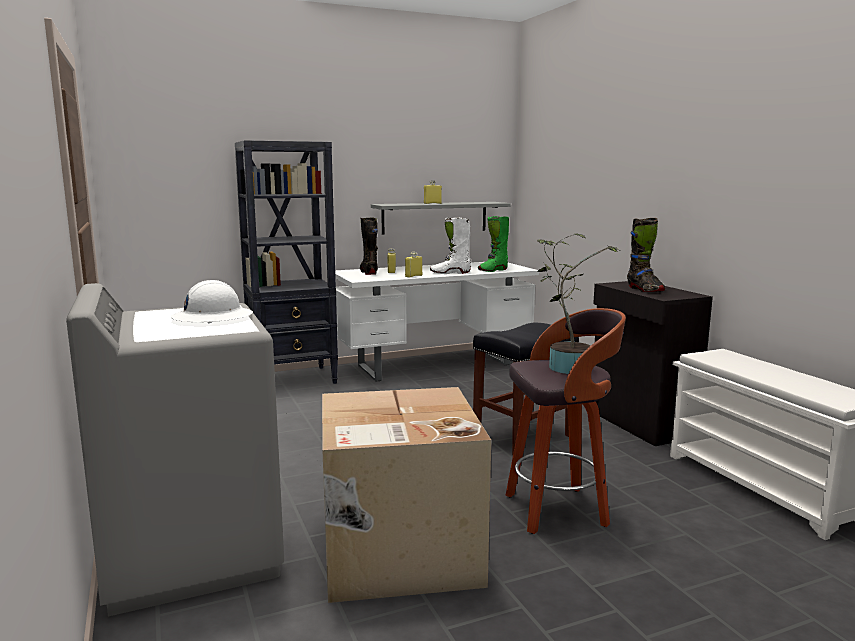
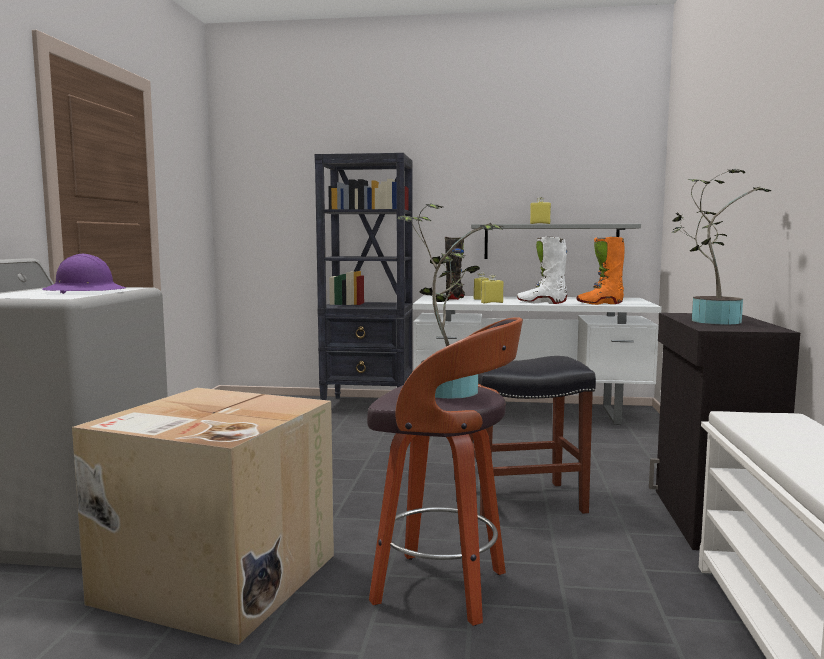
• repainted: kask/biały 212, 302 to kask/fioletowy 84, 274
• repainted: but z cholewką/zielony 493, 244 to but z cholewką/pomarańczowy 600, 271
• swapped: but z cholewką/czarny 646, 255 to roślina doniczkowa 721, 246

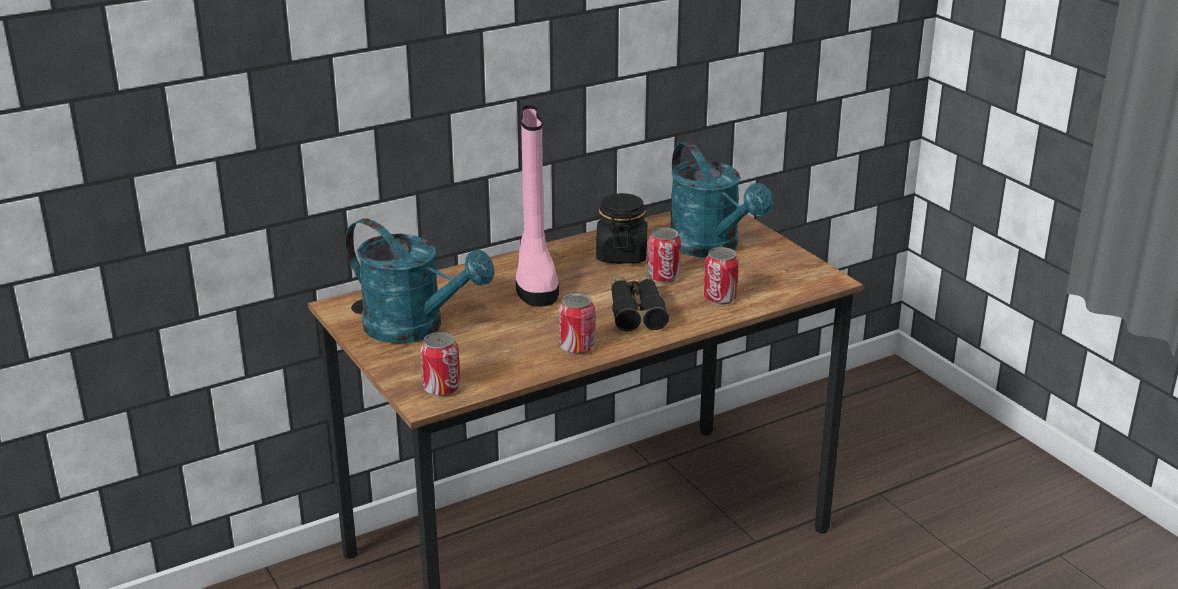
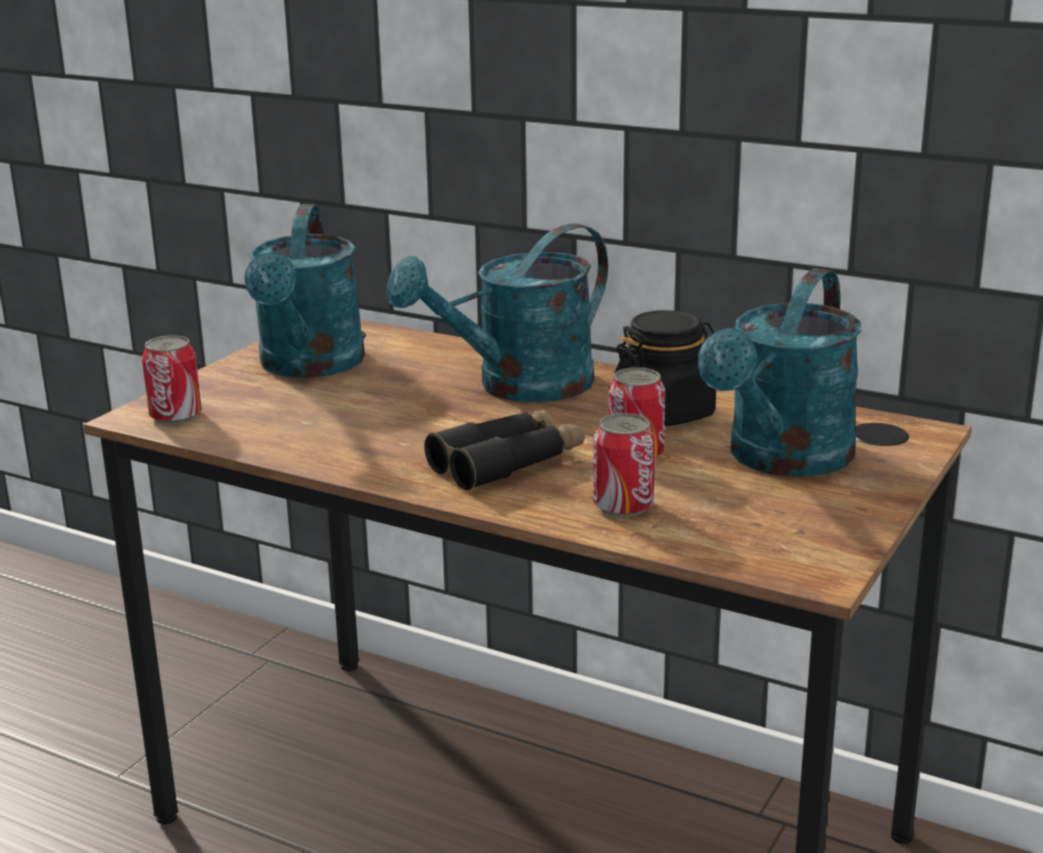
• swapped: but z cholewką/różowy 537, 206 to konewka/turkusowy 497, 312
• gone: puszka 577, 324

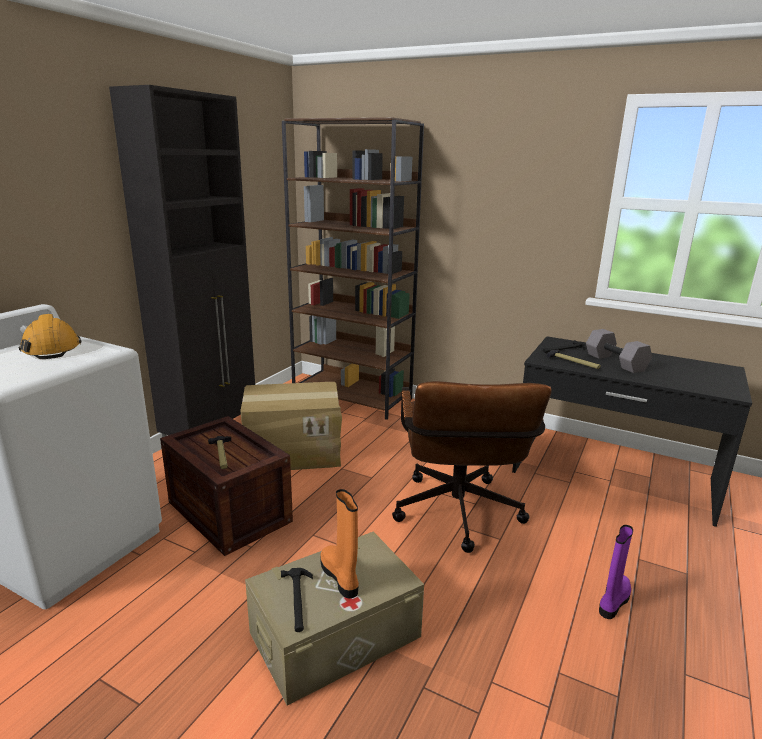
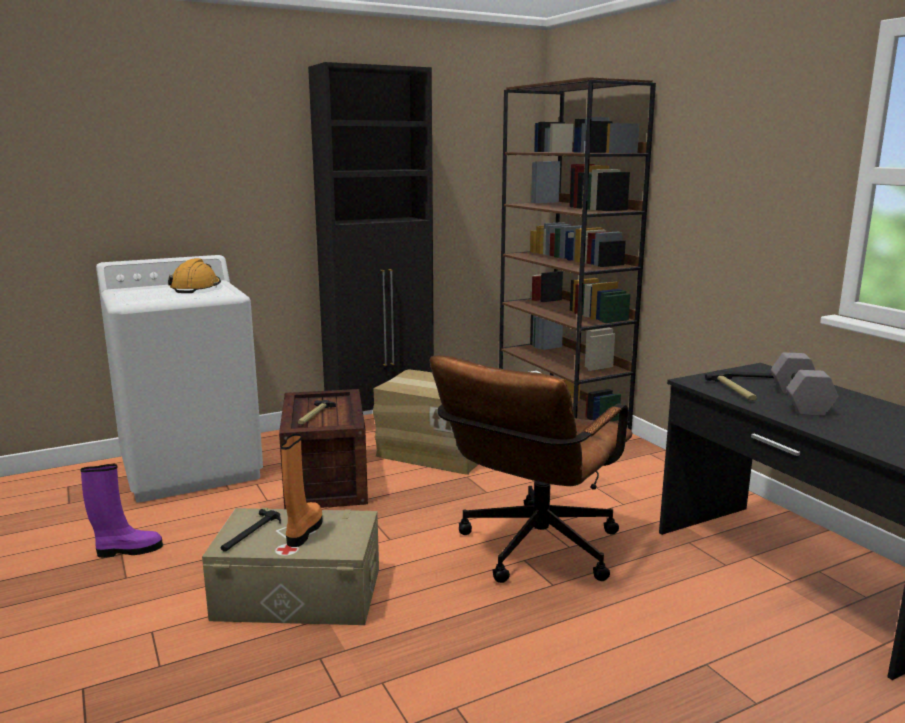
• shifted: but z cholewką/fioletowy 616, 572 to 122, 511

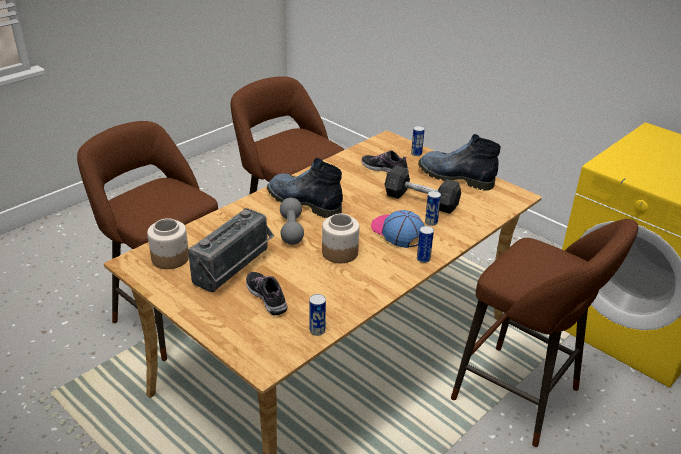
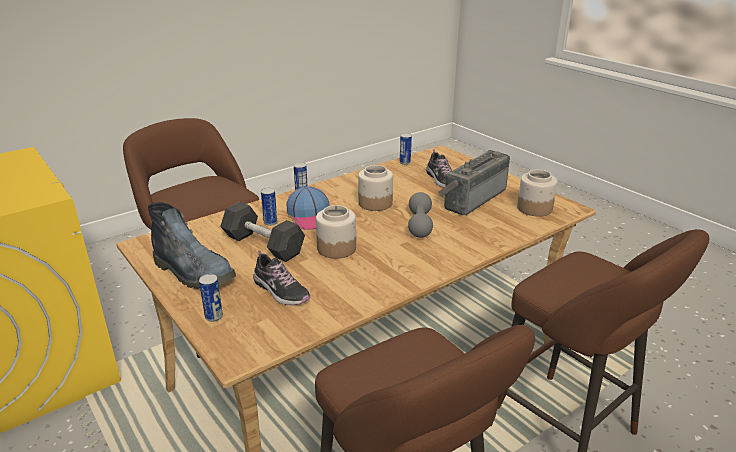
• gone: but z cholewką 305, 188
• new: słoik 336, 232

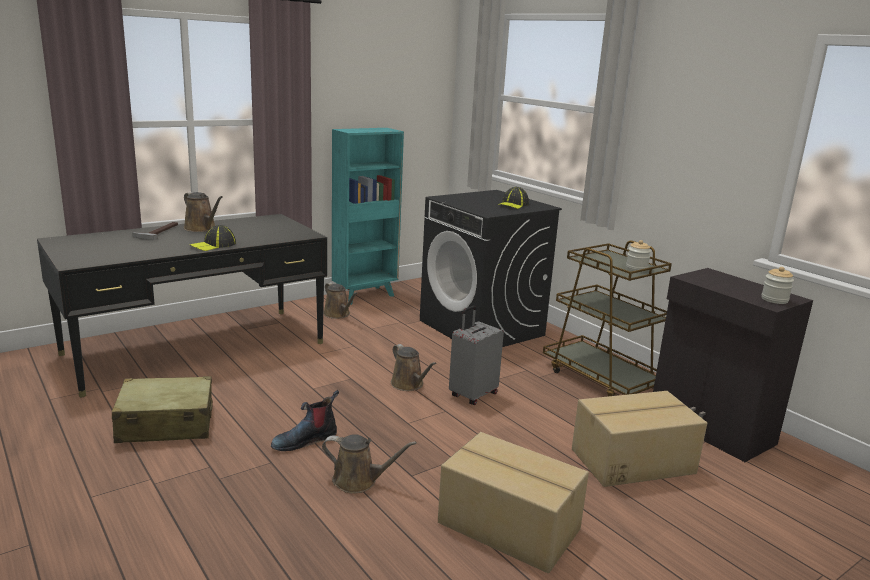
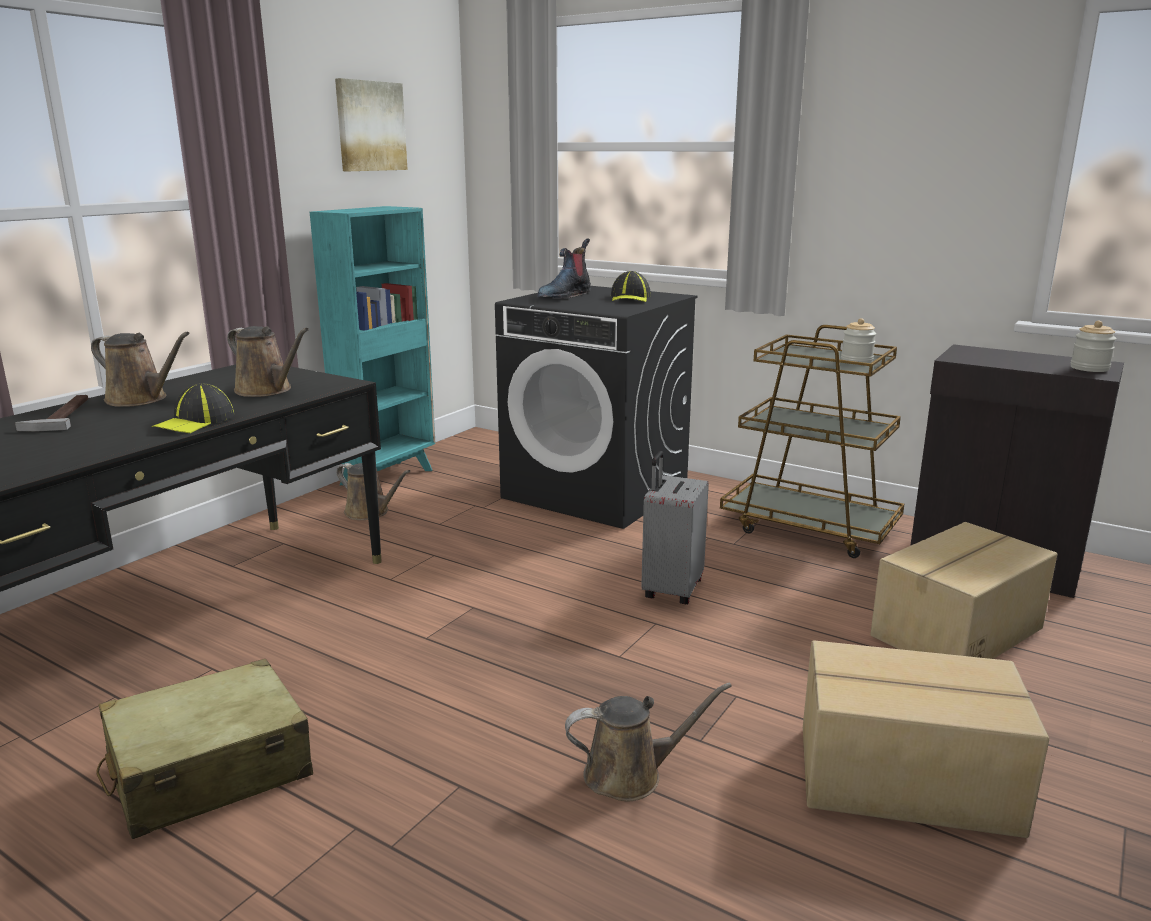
• shifted: but z cholewką 305, 420 to 564, 269
• shifted: konewka/brązowy 414, 367 to 268, 361
• new: obraz 371, 124

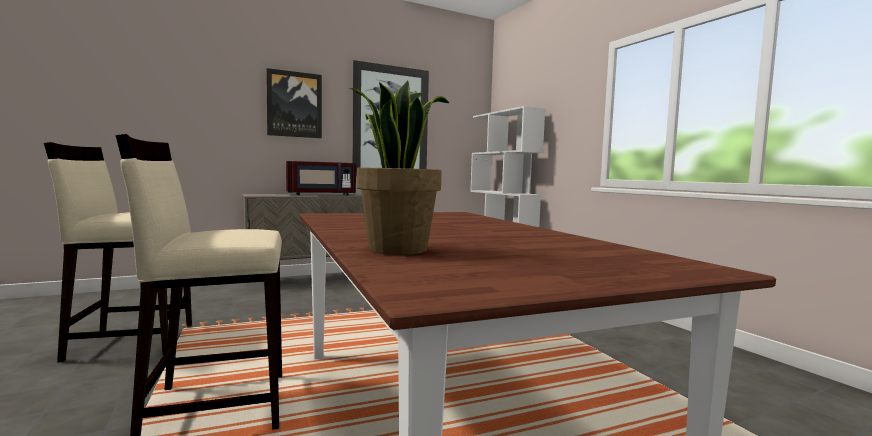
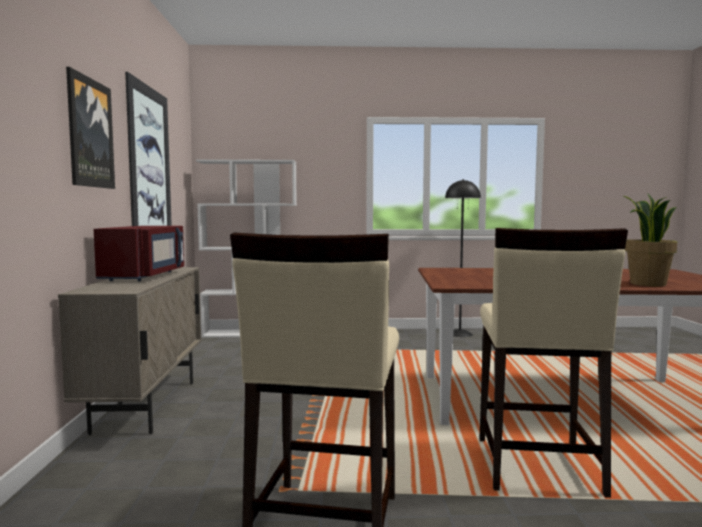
• new: lampa stojąca/czarny 463, 258

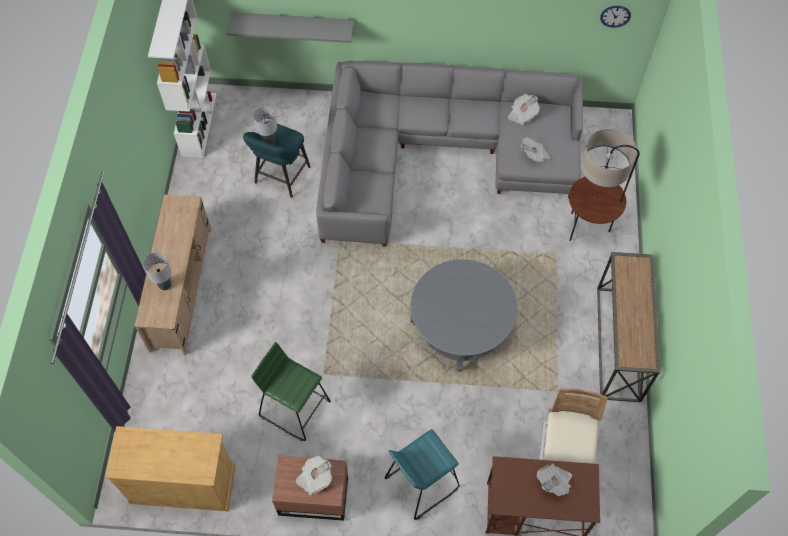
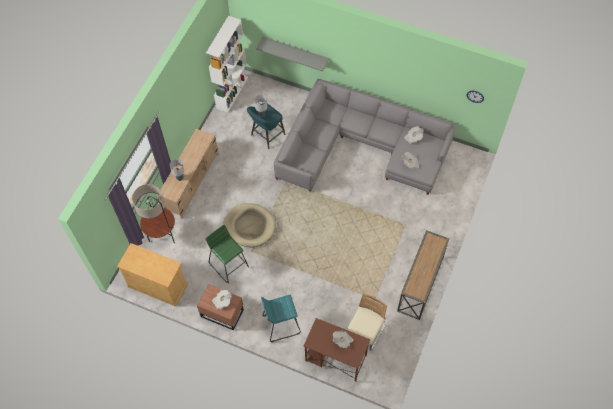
• gone: ława/szary 464, 315
• shifted: lampa stojąca 604, 185 to 153, 214
• new: legowisko/beżowy 250, 225

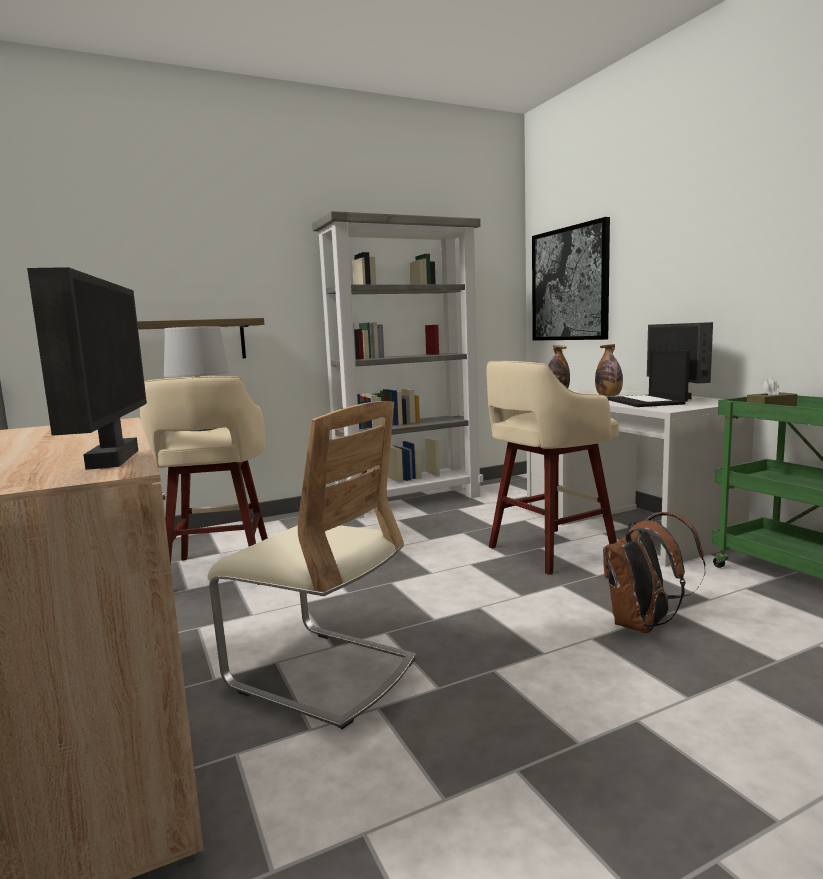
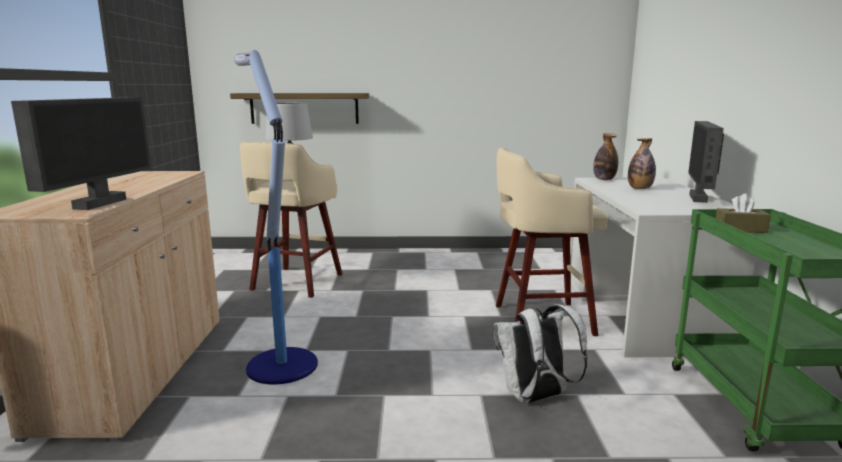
• swapped: krzesło/beżowy 311, 565 to lampa stojąca 276, 217
• gone: regał/szary 397, 365
• gone: obraz 571, 279
• repainted: plecak/brązowy 654, 572 to plecak/biały 541, 354
• gone: laptop 648, 378

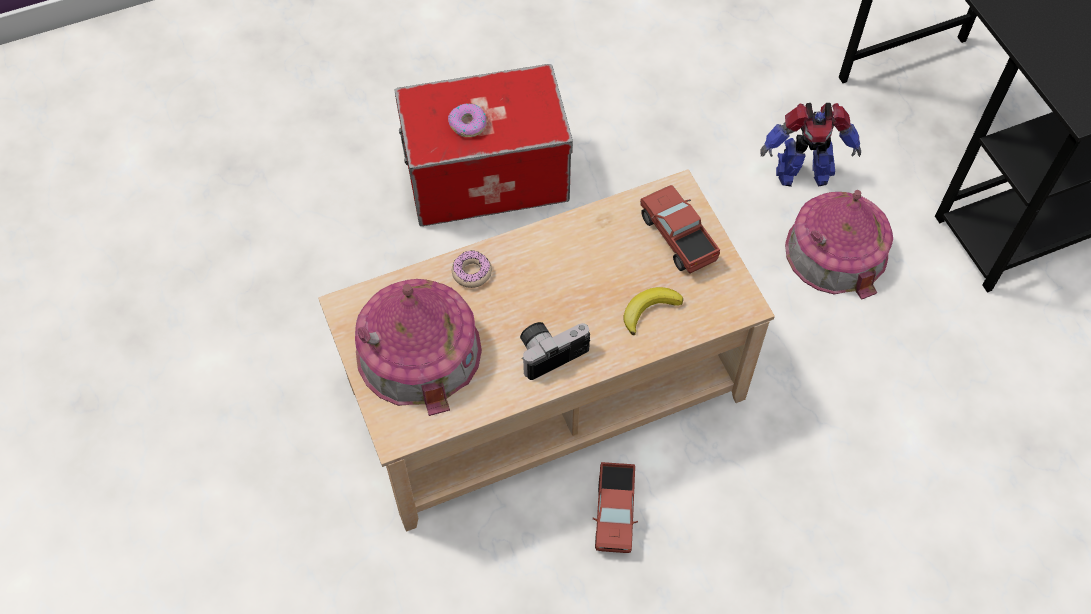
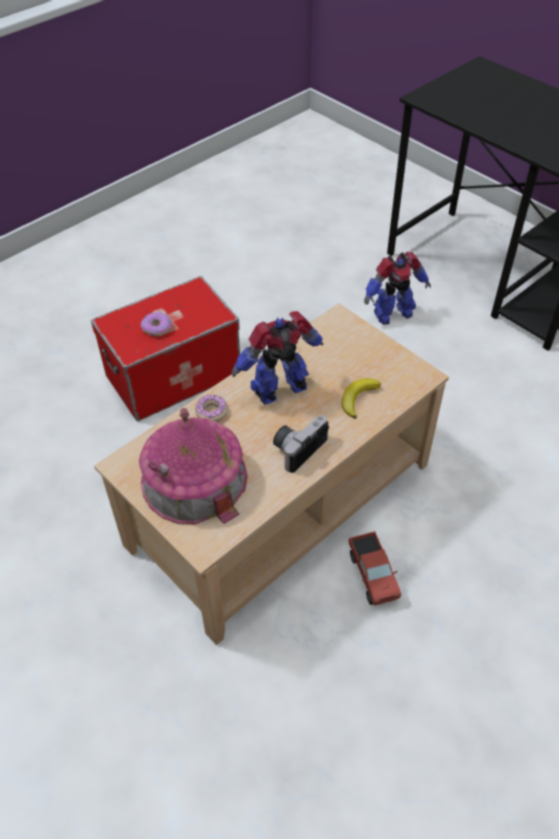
• gone: ciężarówka zabawkowa 680, 229
• gone: domek 839, 245
• new: robot zabawkowy 277, 358

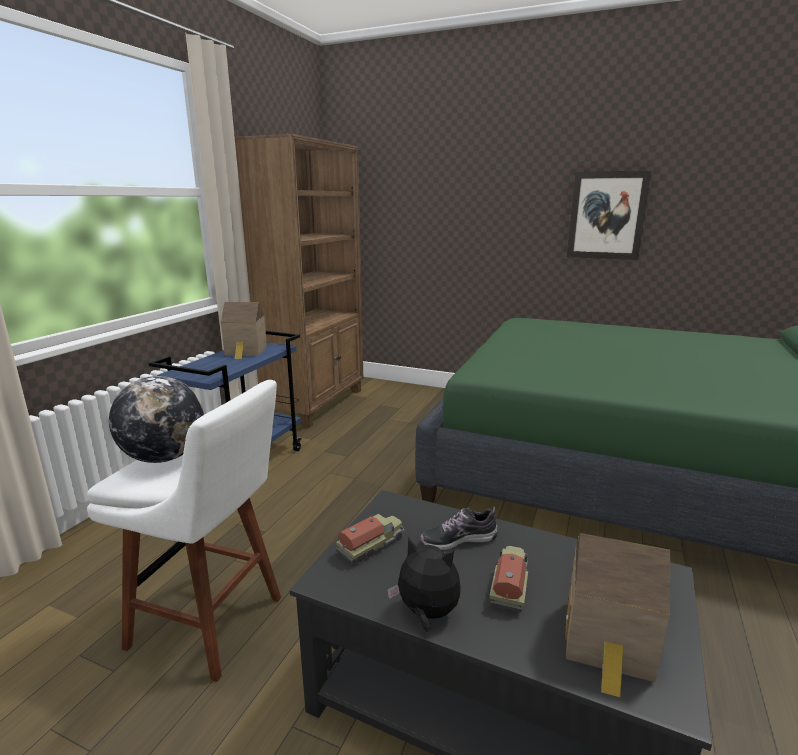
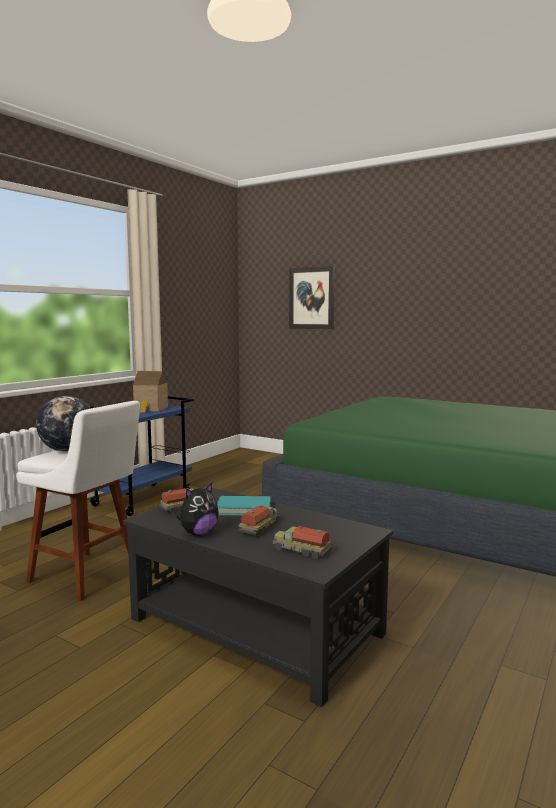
• gone: regał/brązowy 299, 281
• rotated: pluszak 424, 584 = 197, 509 105 degrees clockwise
• swapped: but 459, 528 to książka/turkusowy 244, 506
• swapped: domek 618, 615 to ciężarówka zabawkowa 302, 542
• shifted: obraz 609, 215 to 312, 297

